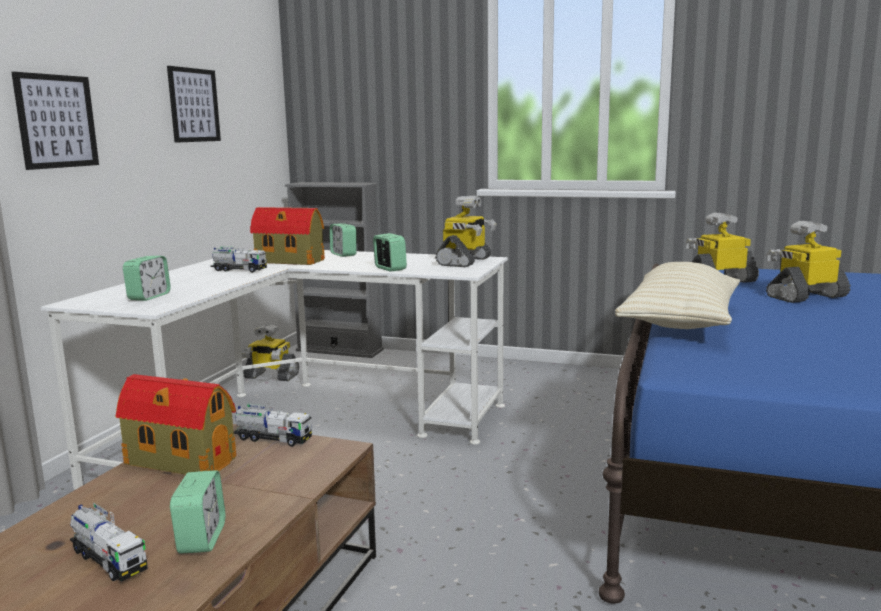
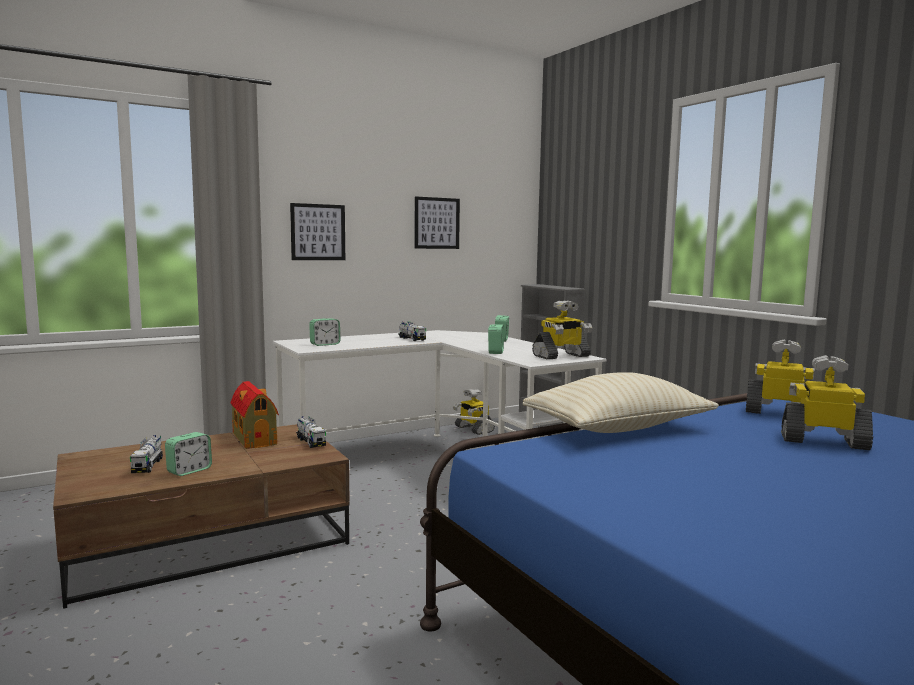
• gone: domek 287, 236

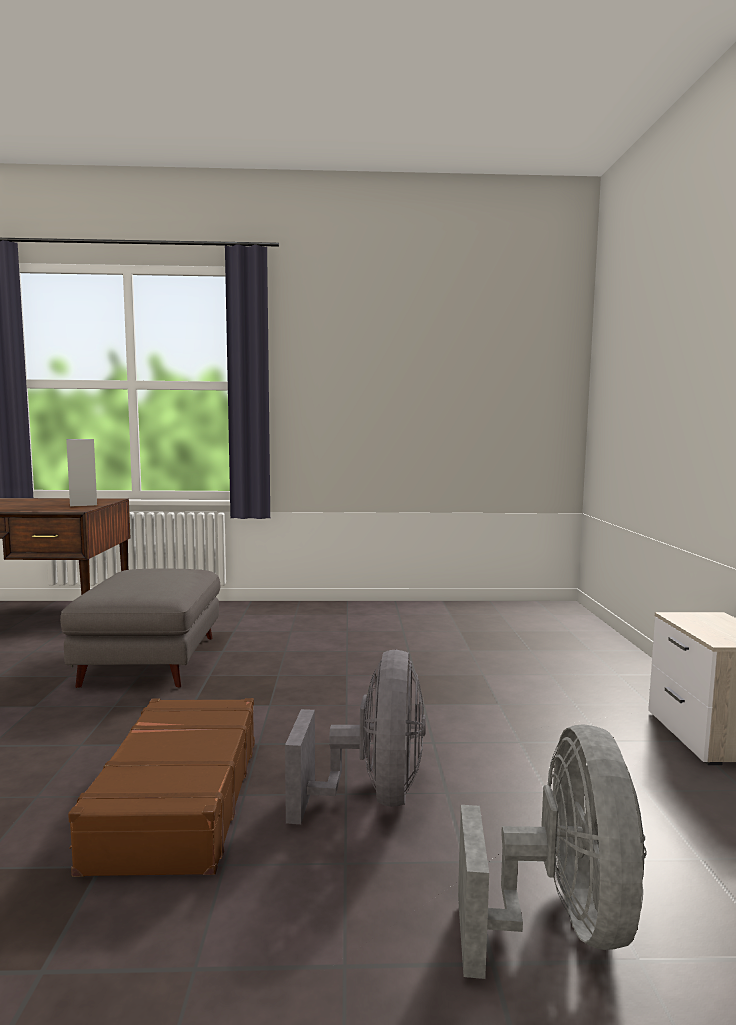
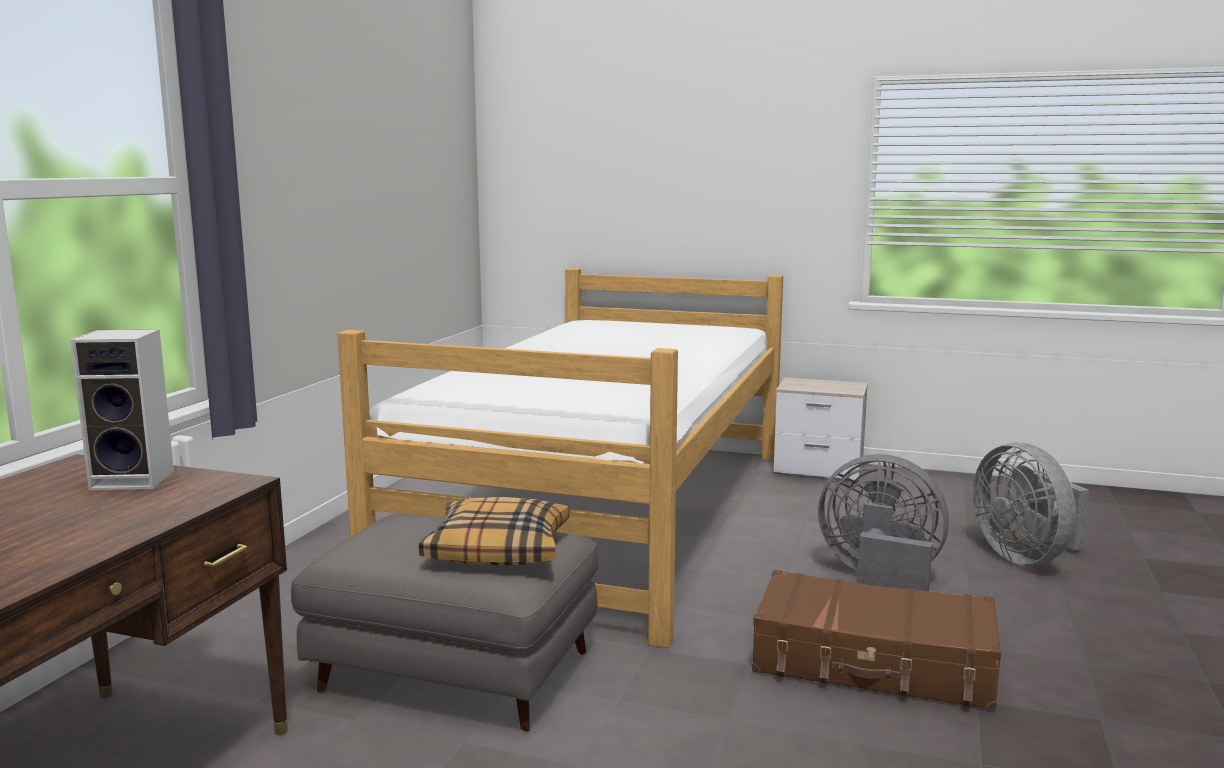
• rotated: wentylator/szary 552, 851 = 1031, 504 135 degrees counterclockwise
• new: łóżko 560, 458
• new: poduszka 494, 531

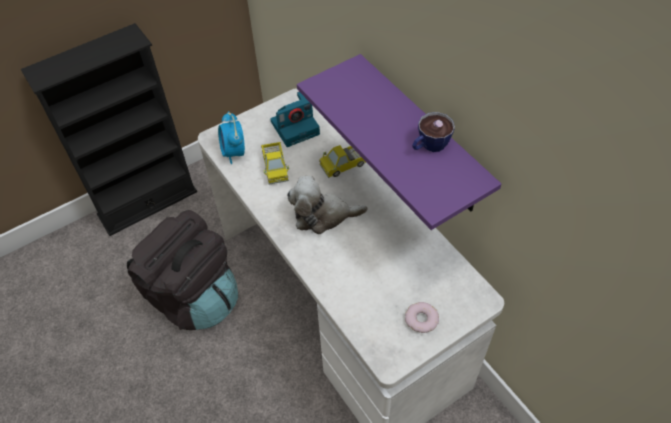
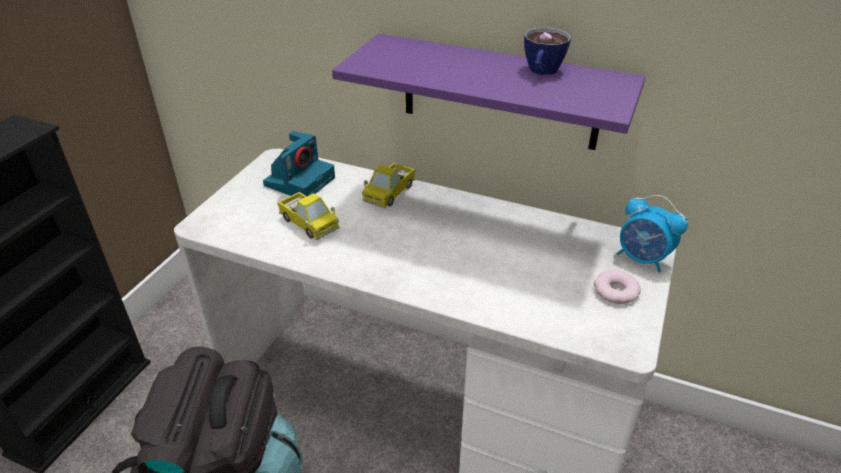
• shifted: budzik 231, 137 to 652, 233
• gone: pluszak 327, 205

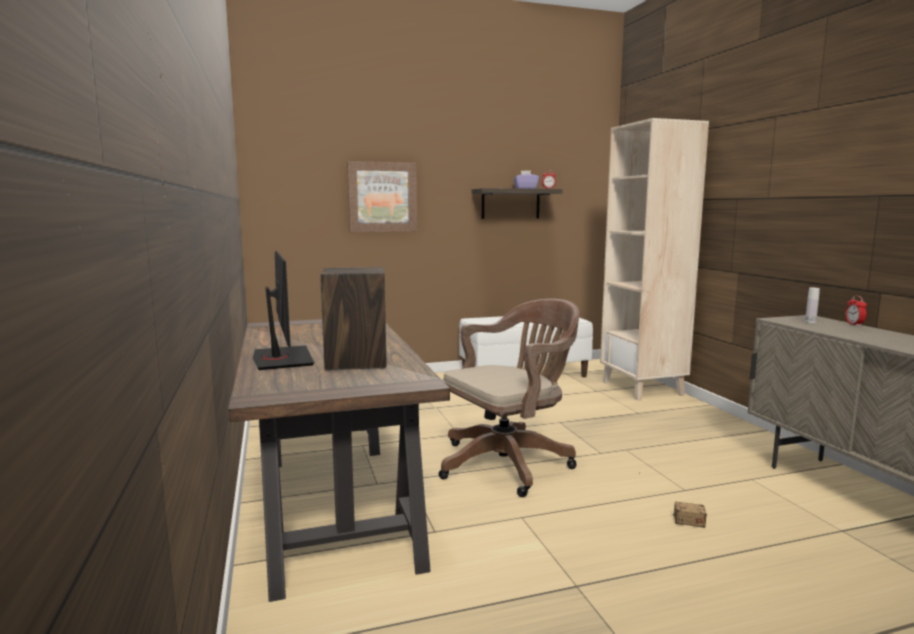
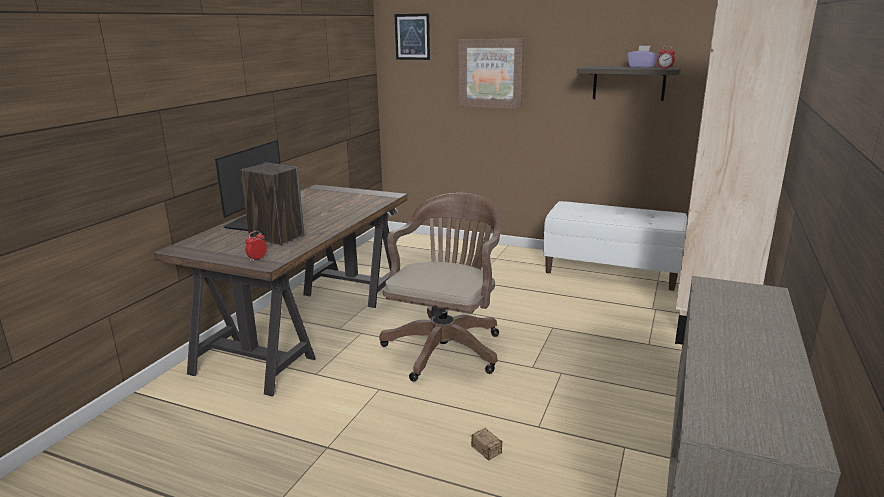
• rotated: krzesło biurowe/brązowy 509, 398 = 440, 287 75 degrees counterclockwise
• gone: butelka/biały 812, 305
• shifted: budzik 856, 310 to 256, 246
• new: obraz 412, 36

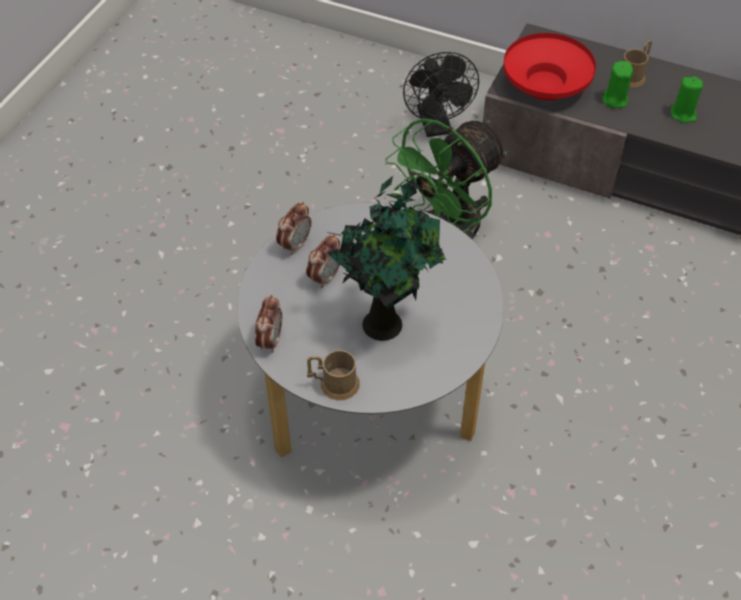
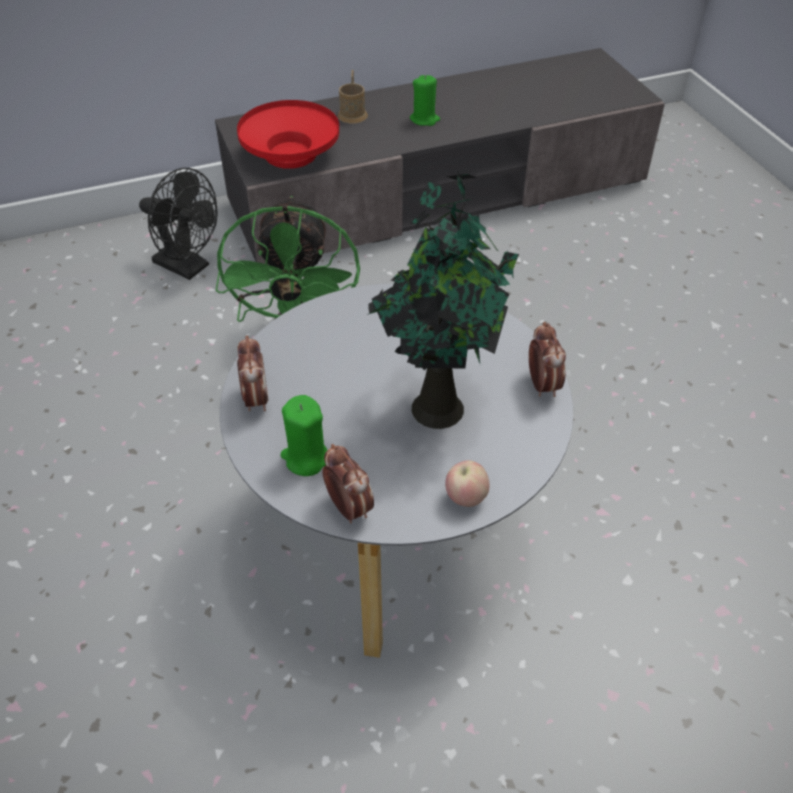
• shifted: budzik 323, 261 to 547, 359
• swapped: kubek/brązowy 333, 375 to jabłko 467, 483
• shifted: świeca/zielony 617, 84 to 304, 435

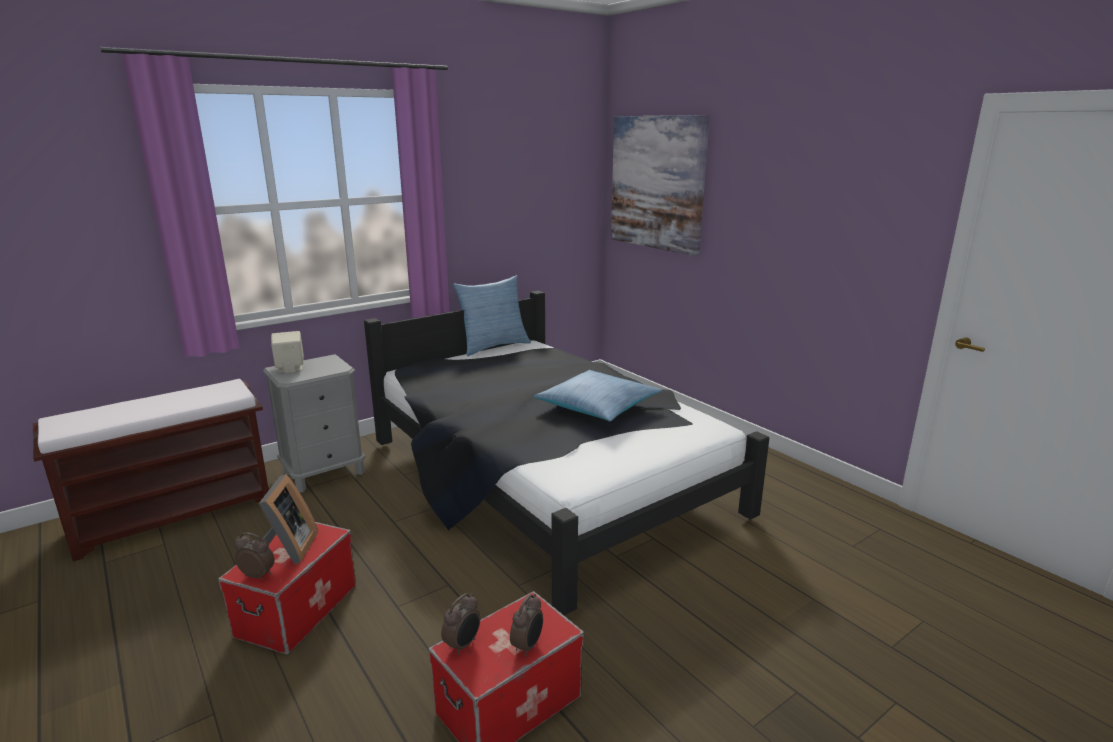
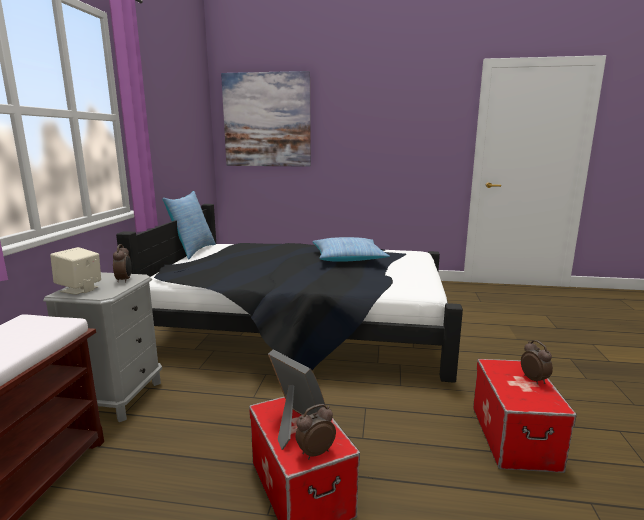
• shifted: budzik 460, 624 to 122, 263

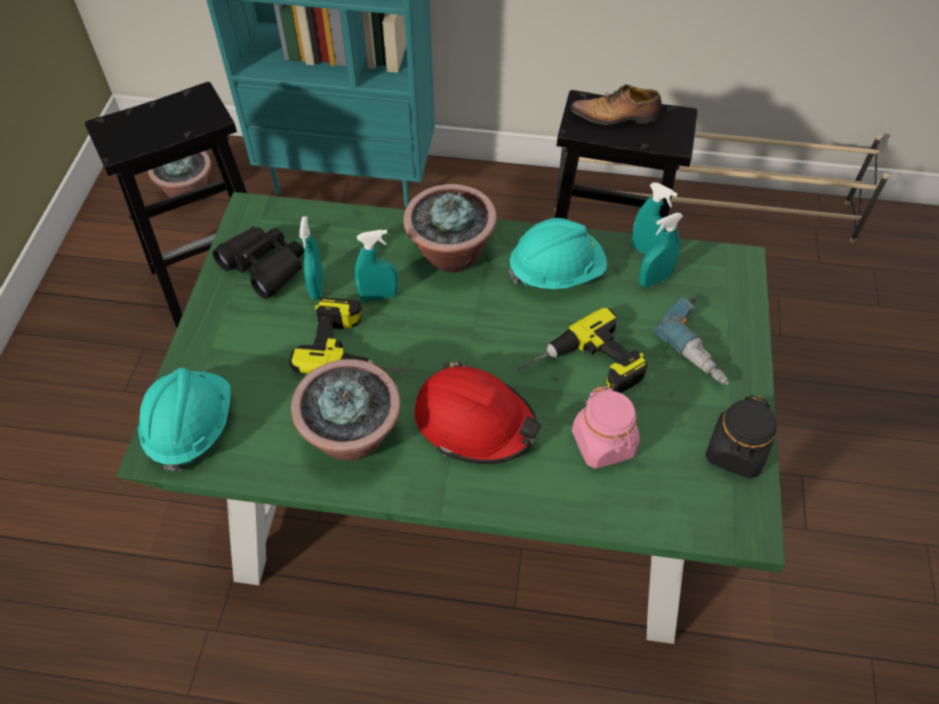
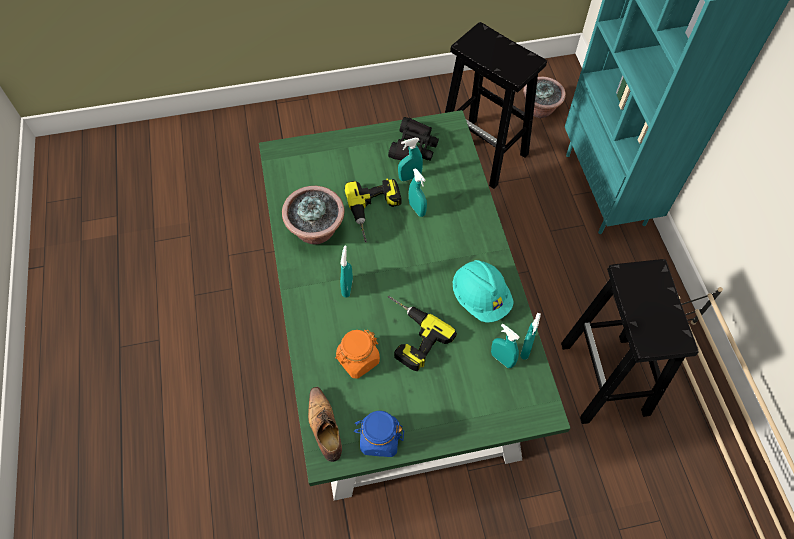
• gone: kask/turkusowy 184, 420
• gone: roślina doniczkowa 450, 228
• swapped: kask/czerwony 477, 412 to spryskiwacz/turkusowy 346, 272
• shifted: but 616, 104 to 325, 424
• repainted: słoik/różowy 606, 427 to słoik/pomarańczowy 357, 354
• gone: wiertarka 691, 341
• repainted: słoik/czarny 741, 437 to słoik/niebieski 379, 434

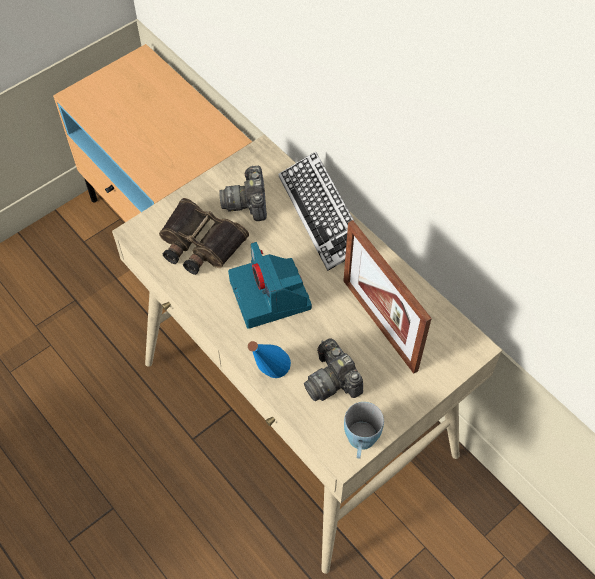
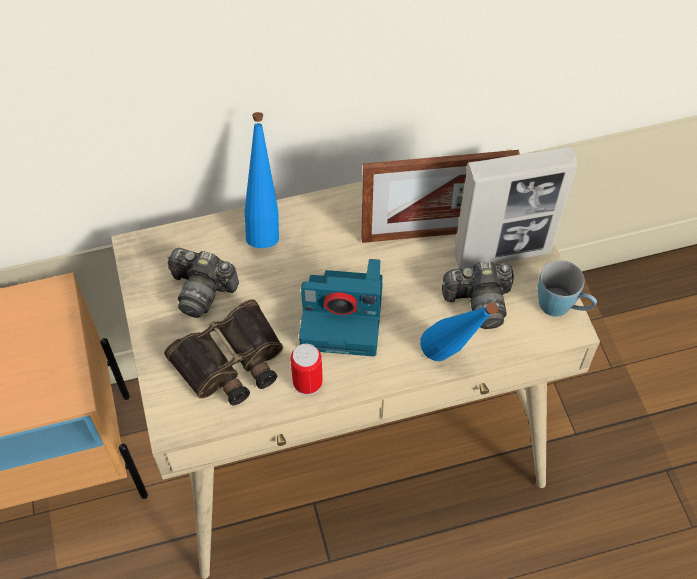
• swapped: klawiatura 317, 211 to butelka/niebieski 262, 180
• new: puszka 306, 369
• new: ramka na zdjęcie 515, 207

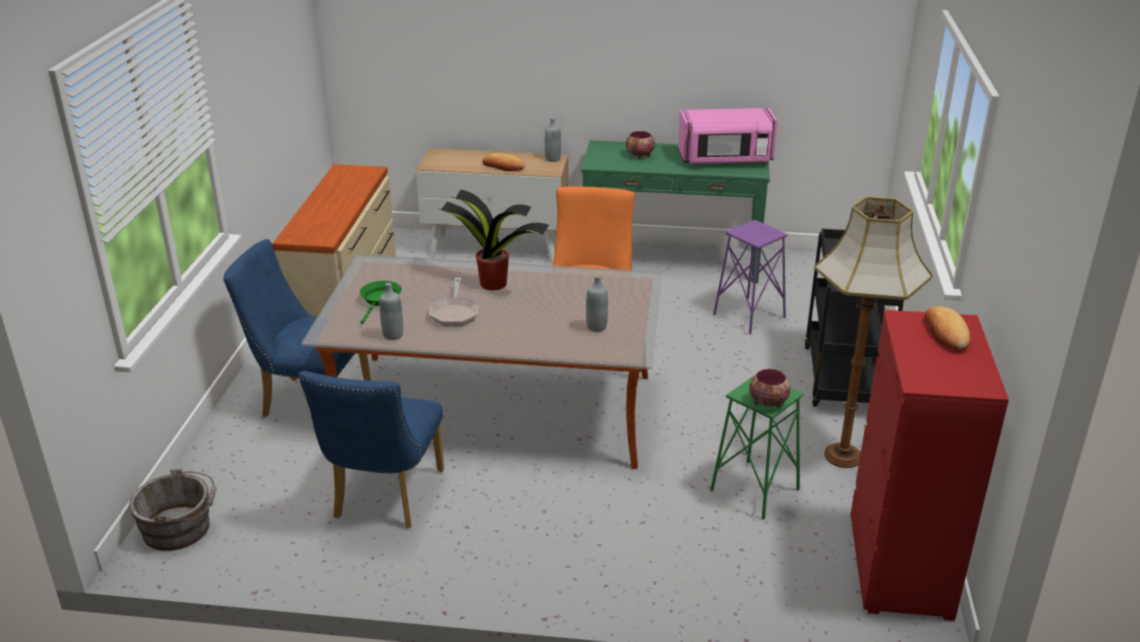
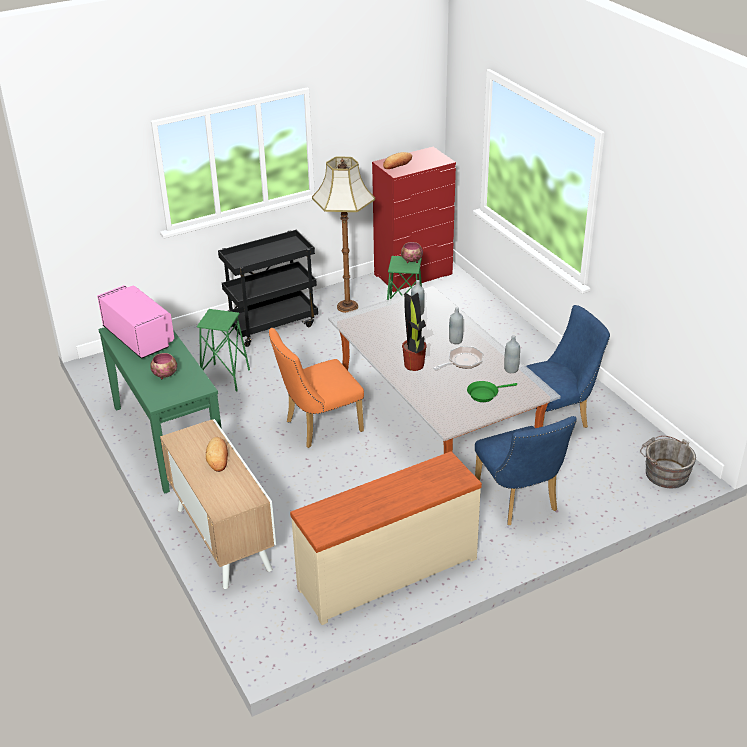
• shifted: butelka/szary 553, 140 to 456, 325
• repainted: stołek/fioletowy 750, 277 to stołek/zielony 223, 350

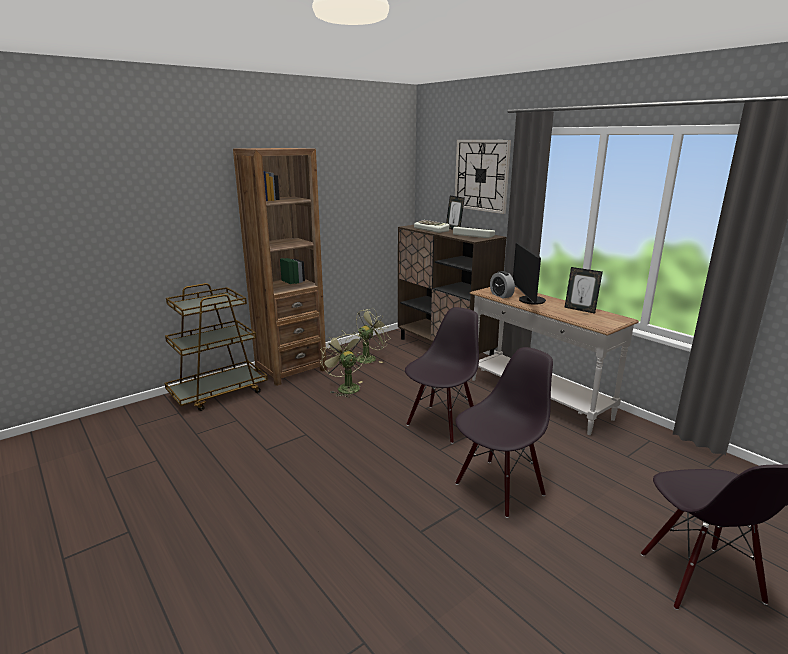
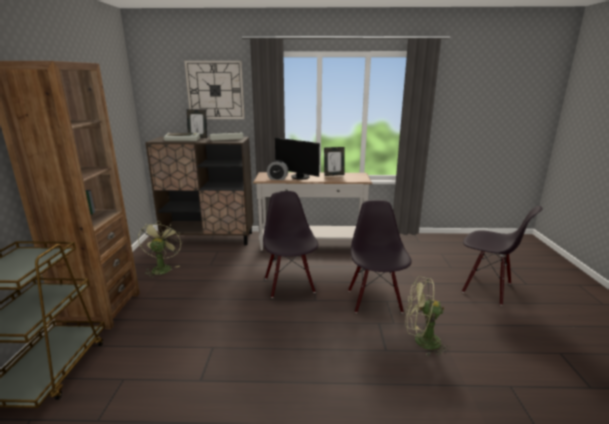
• shifted: wentylator/zielony 344, 364 to 427, 316

